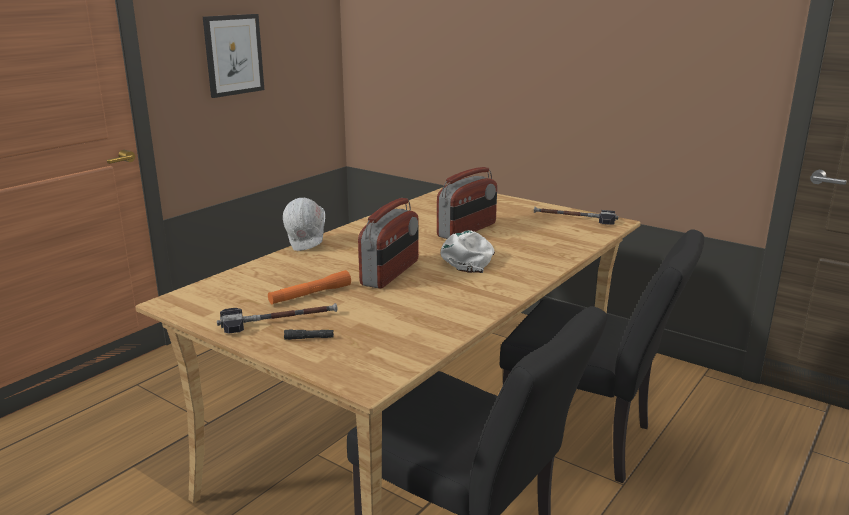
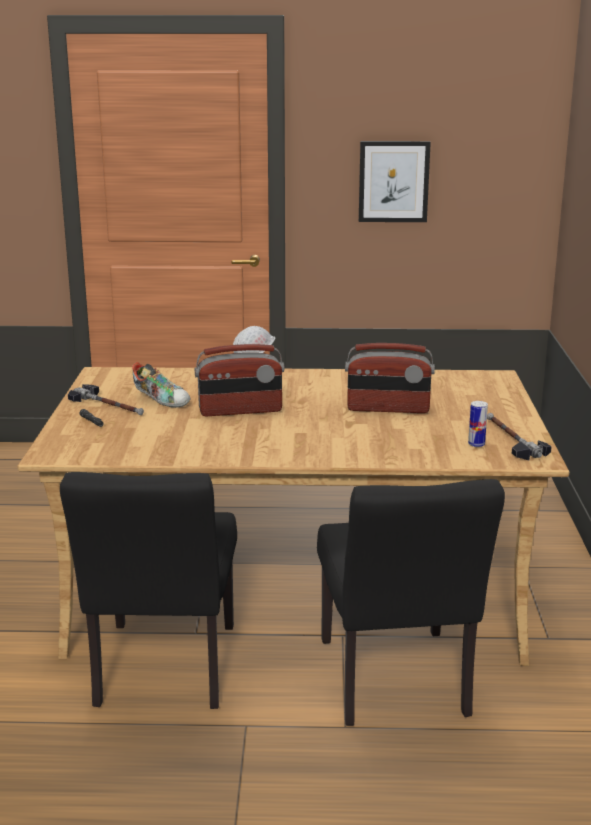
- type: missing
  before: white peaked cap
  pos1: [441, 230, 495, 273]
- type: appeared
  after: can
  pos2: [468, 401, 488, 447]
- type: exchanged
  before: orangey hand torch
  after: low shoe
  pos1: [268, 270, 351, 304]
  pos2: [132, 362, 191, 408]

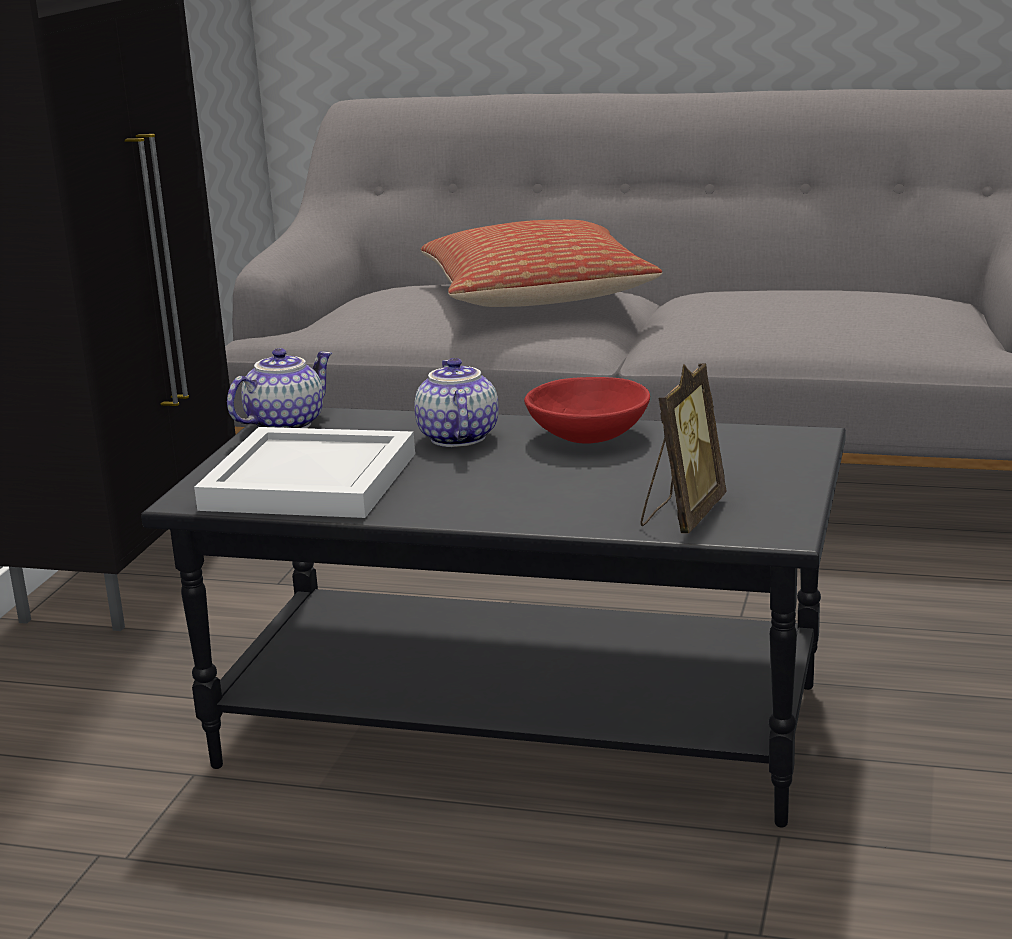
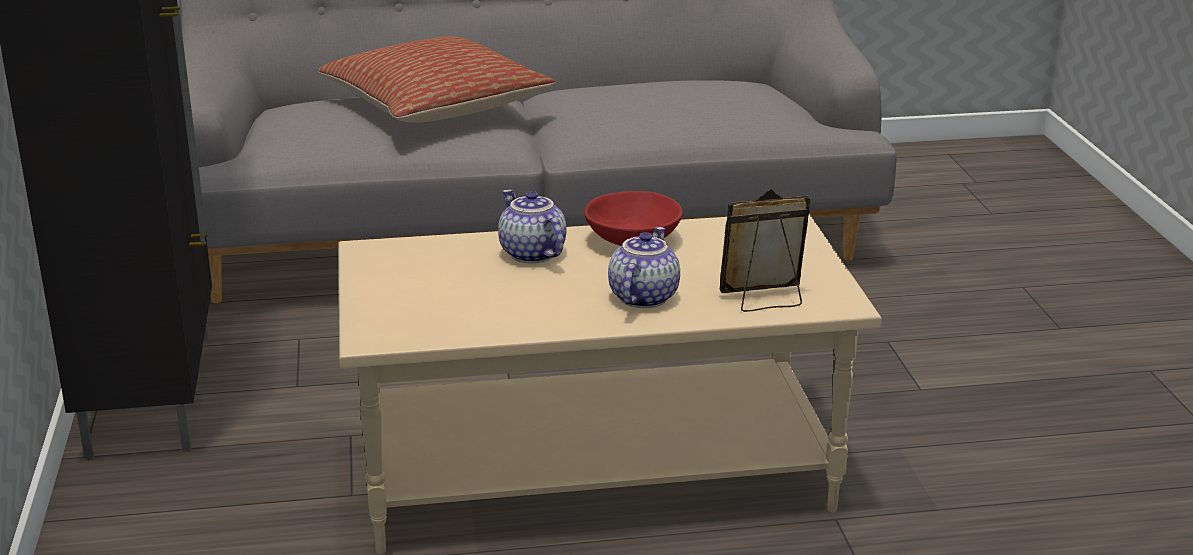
- type: missing
  before: white carrying tray
  pos1: [194, 427, 415, 518]
- type: relocated
  before: teapot
  pos1: [227, 348, 332, 428]
  pos2: [608, 227, 680, 308]
- type: colour
  before: blackish coffee table
  after: beige-coloured coffee table
  pos1: [141, 407, 846, 828]
  pos2: [339, 214, 882, 554]
- type: spun
  before: picture frame
  pos1: [640, 363, 726, 533]
  pos2: [719, 189, 811, 312]
  turn: -105

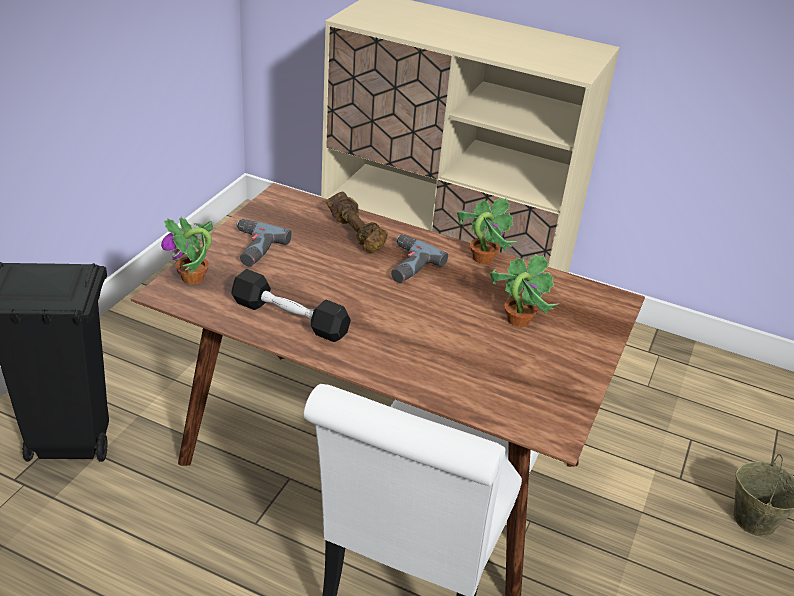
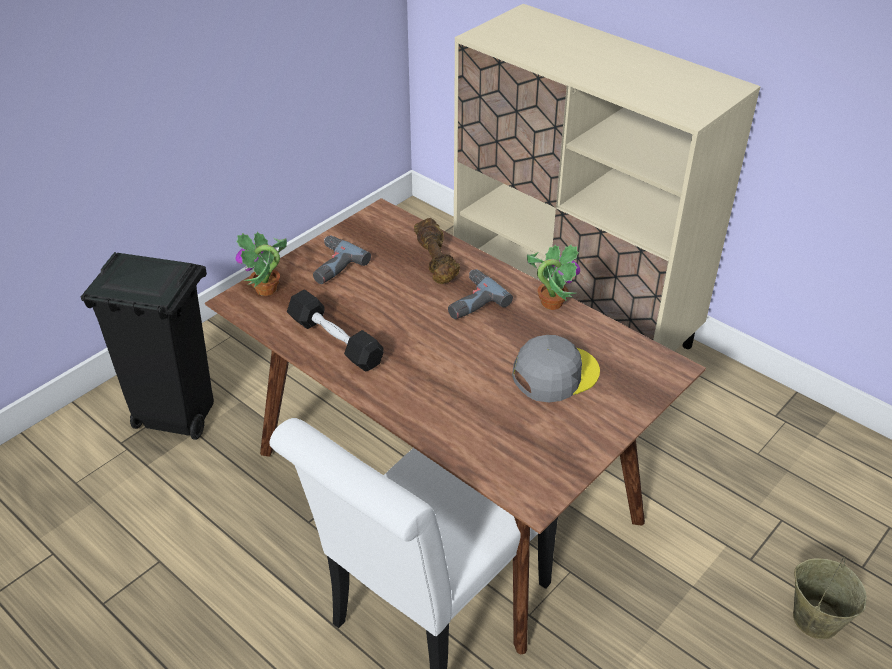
- type: exchanged
  before: plant in a pot
  after: greyish peaked cap
  pos1: [490, 255, 560, 327]
  pos2: [512, 335, 600, 402]

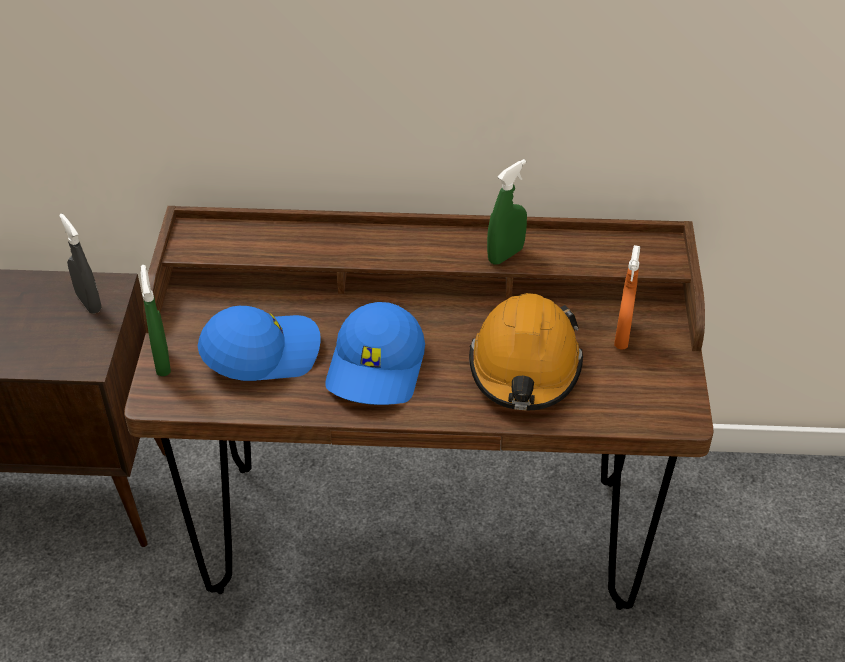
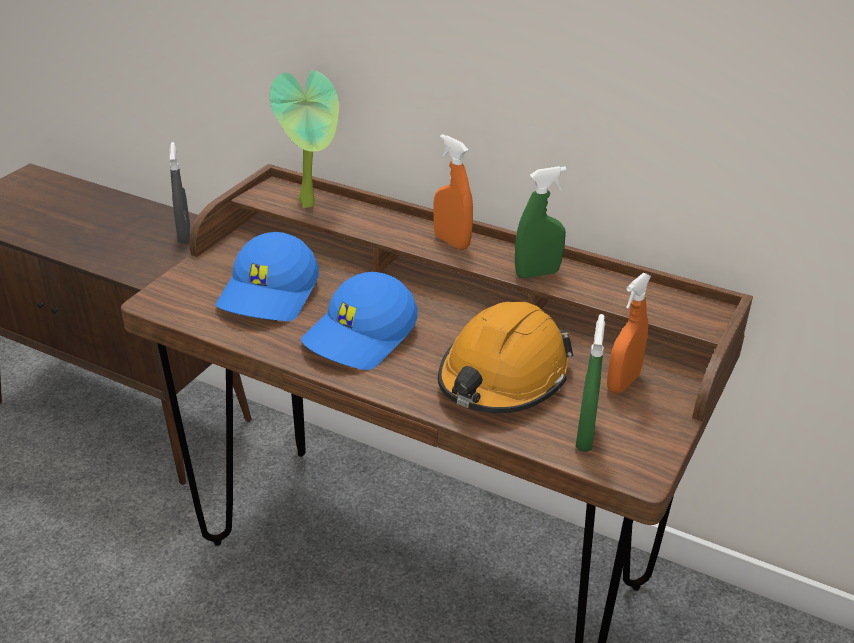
- type: appeared
  after: plant in a pot
  pos2: [270, 70, 339, 208]
- type: appeared
  after: orangey spray bottle
  pos2: [433, 134, 473, 250]
- type: relocated
  before: green spray bottle
  pos1: [141, 265, 171, 376]
  pos2: [575, 314, 605, 452]
- type: spun
  before: bluish peaked cap
  pos1: [198, 306, 321, 381]
  pos2: [215, 232, 319, 321]
  turn: 105

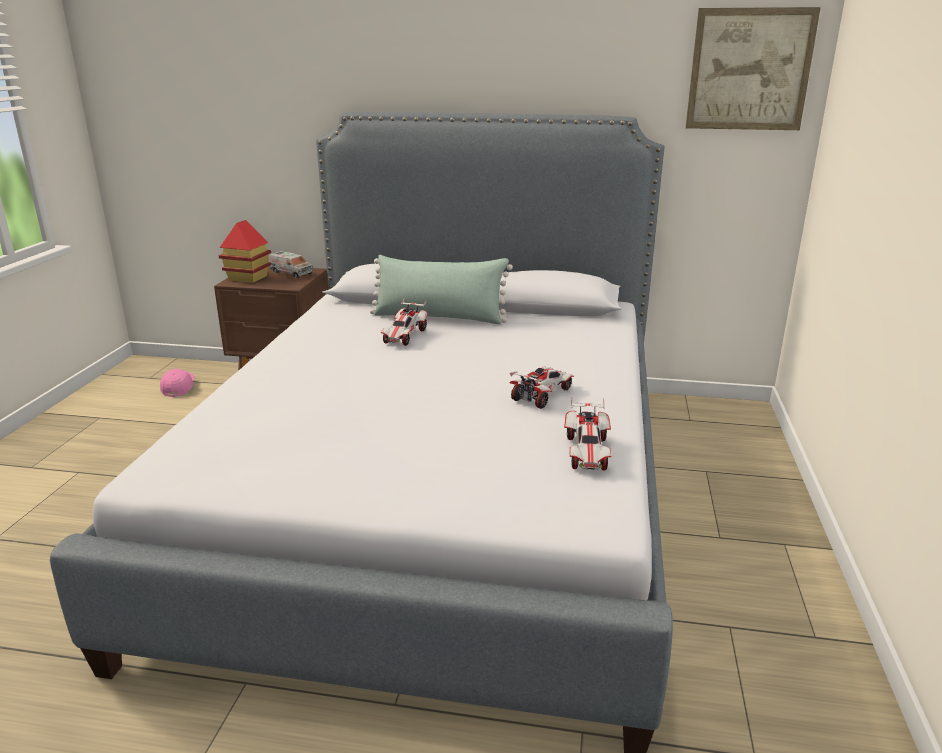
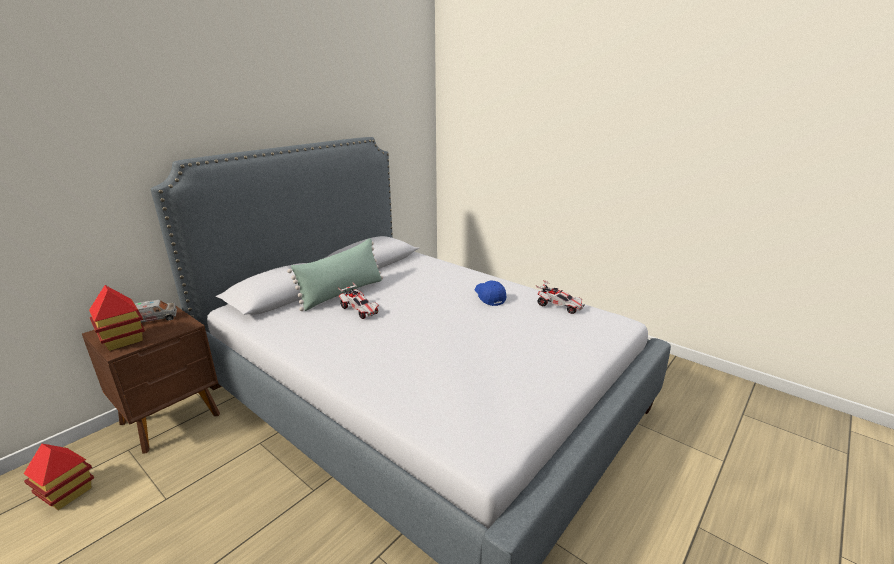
- type: missing
  before: wall art
  pos1: [685, 7, 821, 130]
- type: exchanged
  before: pink-coloured peaked cap
  after: toy house
  pos1: [160, 369, 195, 397]
  pos2: [23, 444, 94, 510]
- type: exchanged
  before: model car
  after: bluish peaked cap
  pos1: [510, 367, 574, 409]
  pos2: [474, 281, 506, 306]

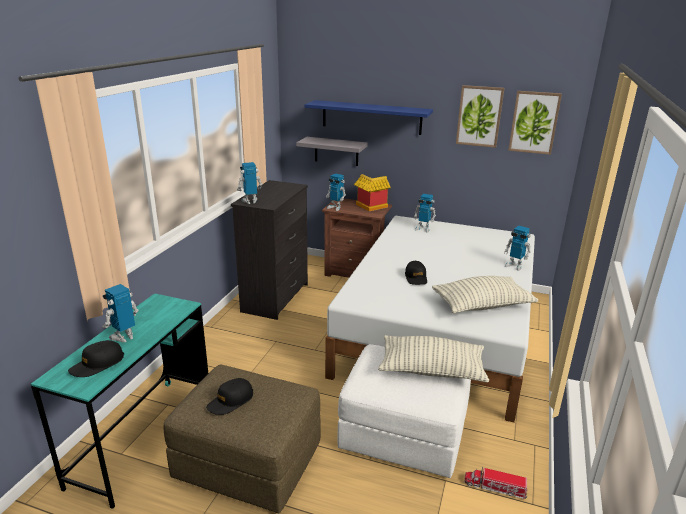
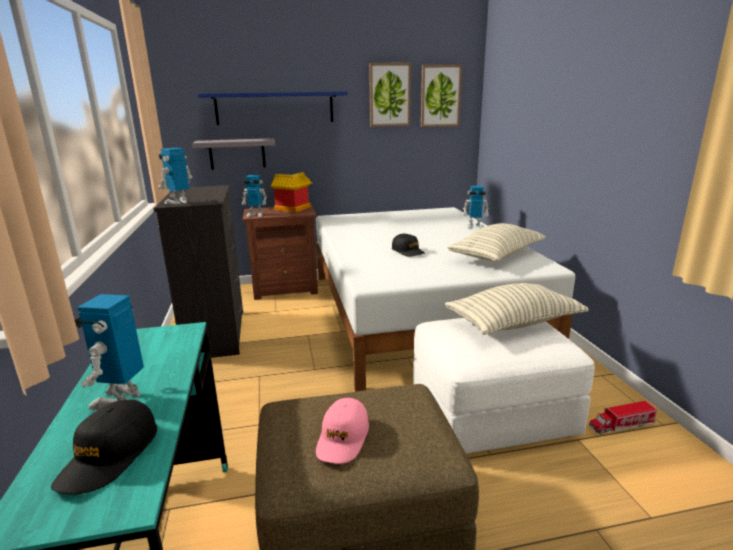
- type: missing
  before: toy robot
  pos1: [413, 194, 436, 233]
- type: colour
  before: blackish peaked cap
  after: pink-coloured peaked cap
  pos1: [206, 378, 253, 415]
  pos2: [316, 398, 369, 464]

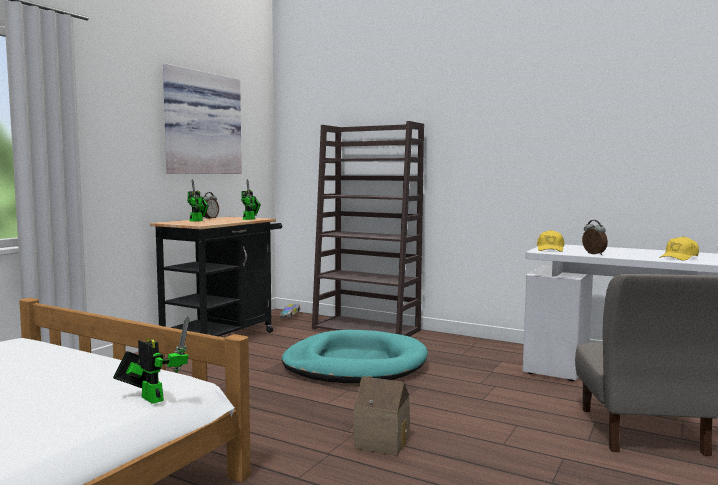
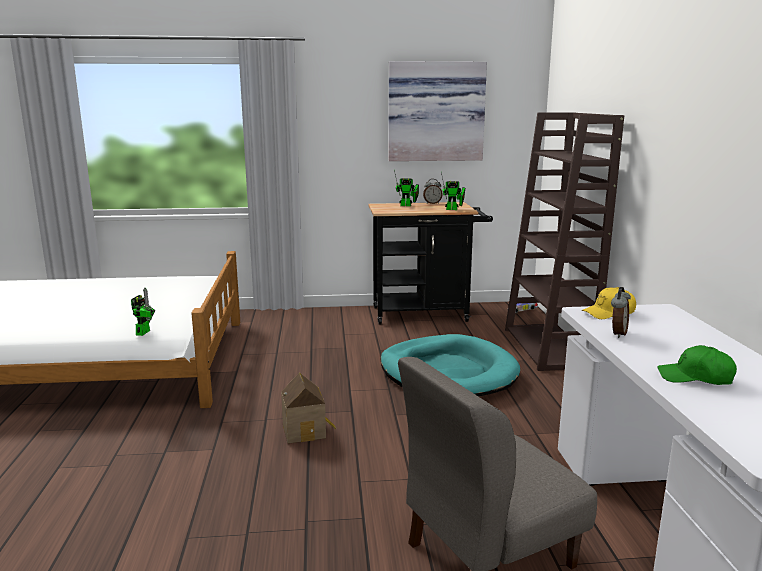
- type: colour
  before: yellowish peaked cap
  after: green peaked cap
  pos1: [659, 236, 699, 261]
  pos2: [658, 345, 737, 385]

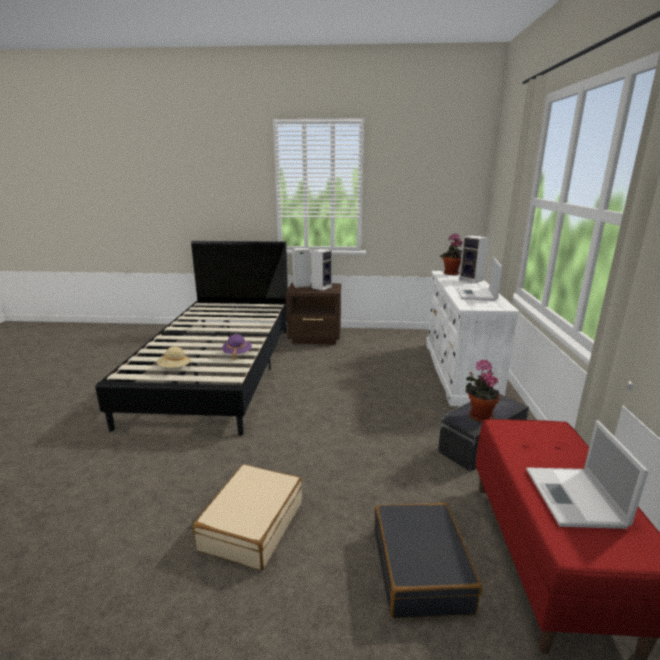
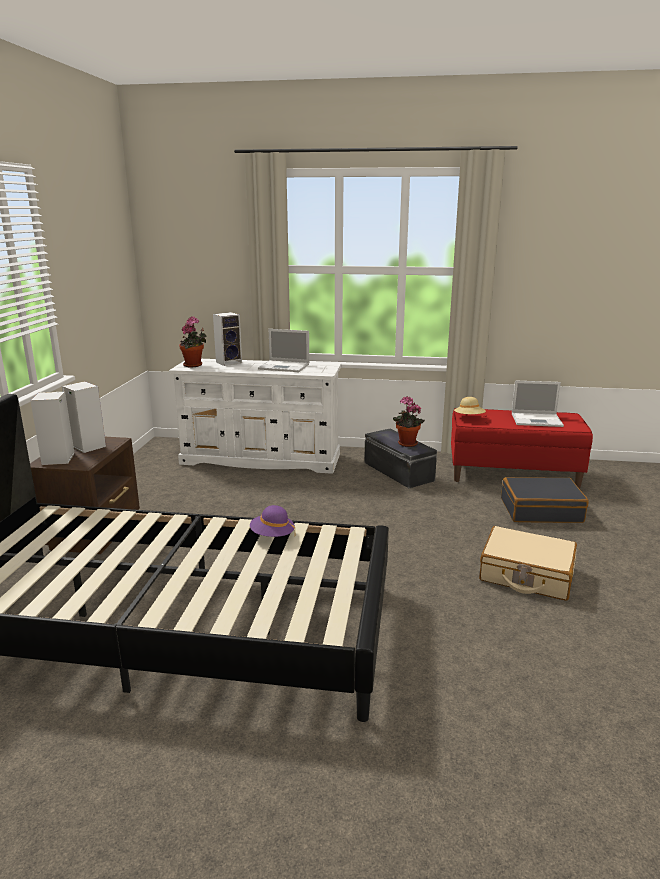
- type: relocated
  before: beige-coloured hat
  pos1: [157, 347, 191, 368]
  pos2: [454, 397, 486, 414]

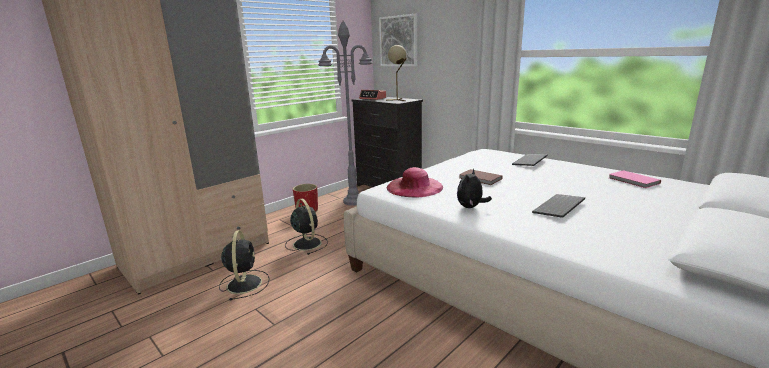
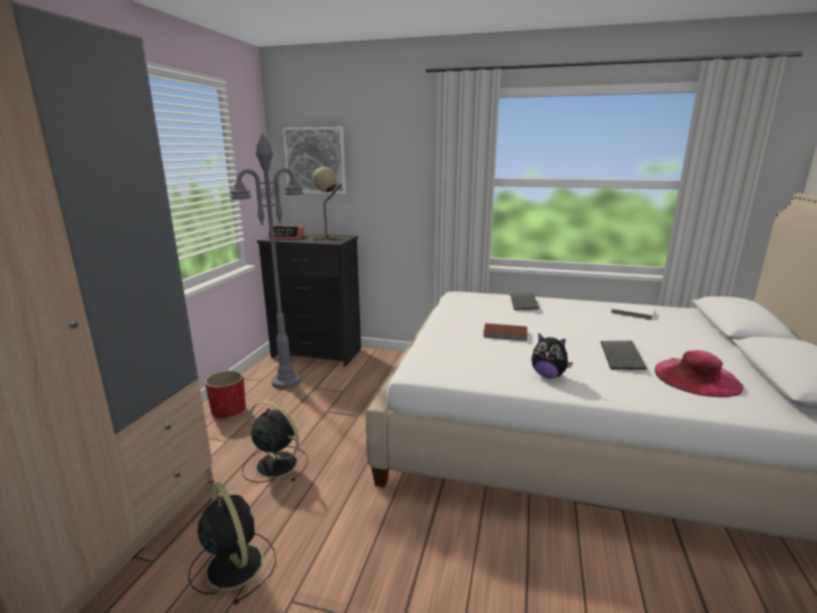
- type: relocated
  before: pink-coloured hat
  pos1: [386, 167, 443, 198]
  pos2: [655, 350, 744, 397]
- type: colour
  before: pink-coloured bound book
  after: white bound book
  pos1: [609, 170, 661, 188]
  pos2: [611, 303, 655, 320]
- type: spun
  before: plush toy
  pos1: [457, 169, 492, 208]
  pos2: [532, 333, 573, 378]
  turn: -60

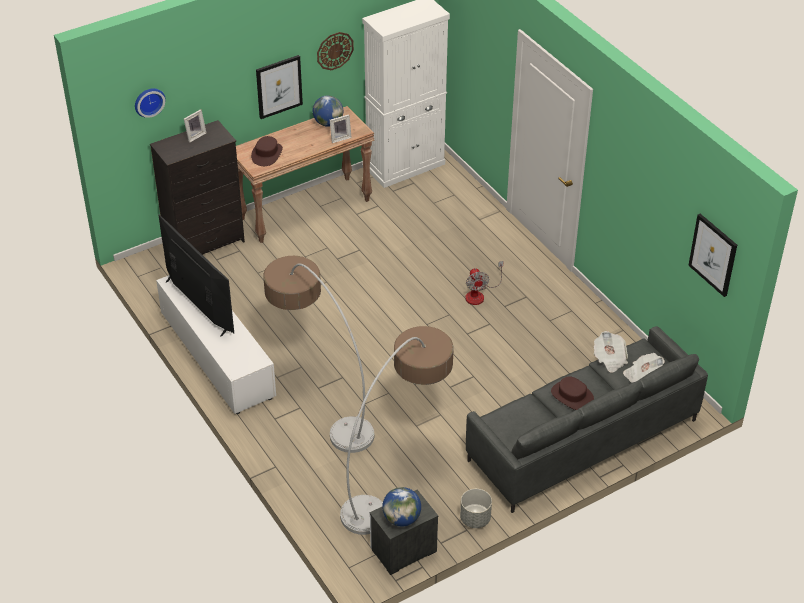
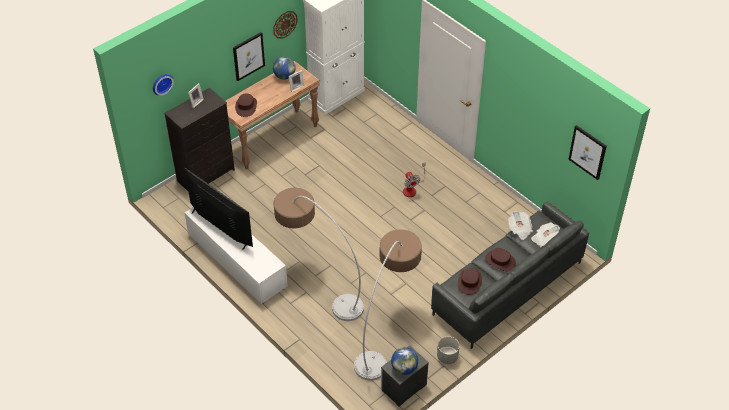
- type: appeared
  after: brown-coloured hat
  pos2: [458, 268, 482, 295]

